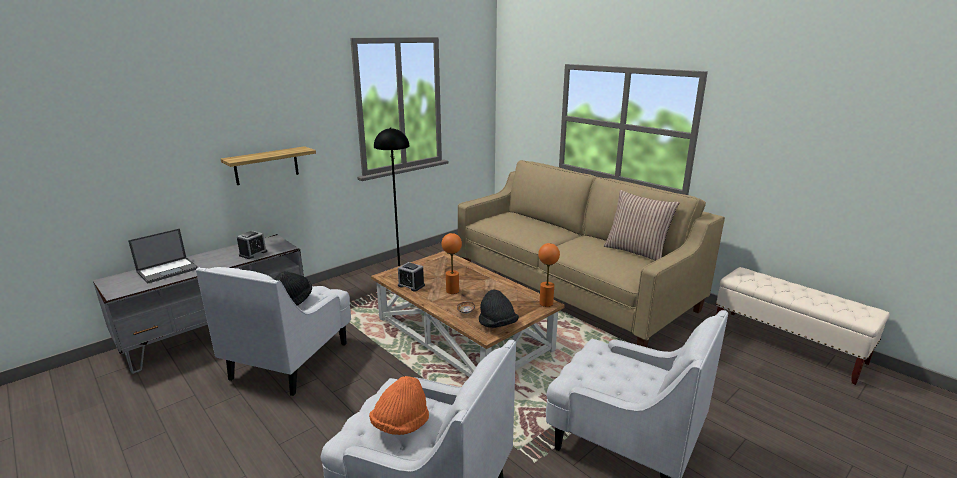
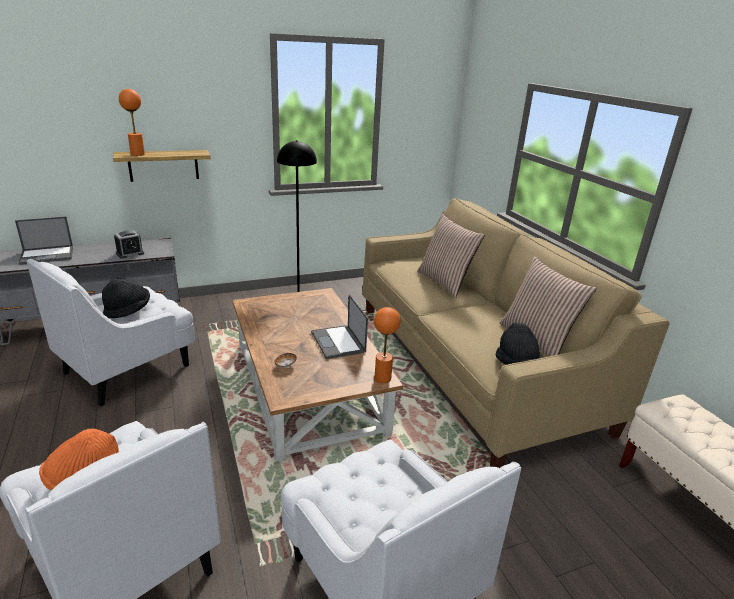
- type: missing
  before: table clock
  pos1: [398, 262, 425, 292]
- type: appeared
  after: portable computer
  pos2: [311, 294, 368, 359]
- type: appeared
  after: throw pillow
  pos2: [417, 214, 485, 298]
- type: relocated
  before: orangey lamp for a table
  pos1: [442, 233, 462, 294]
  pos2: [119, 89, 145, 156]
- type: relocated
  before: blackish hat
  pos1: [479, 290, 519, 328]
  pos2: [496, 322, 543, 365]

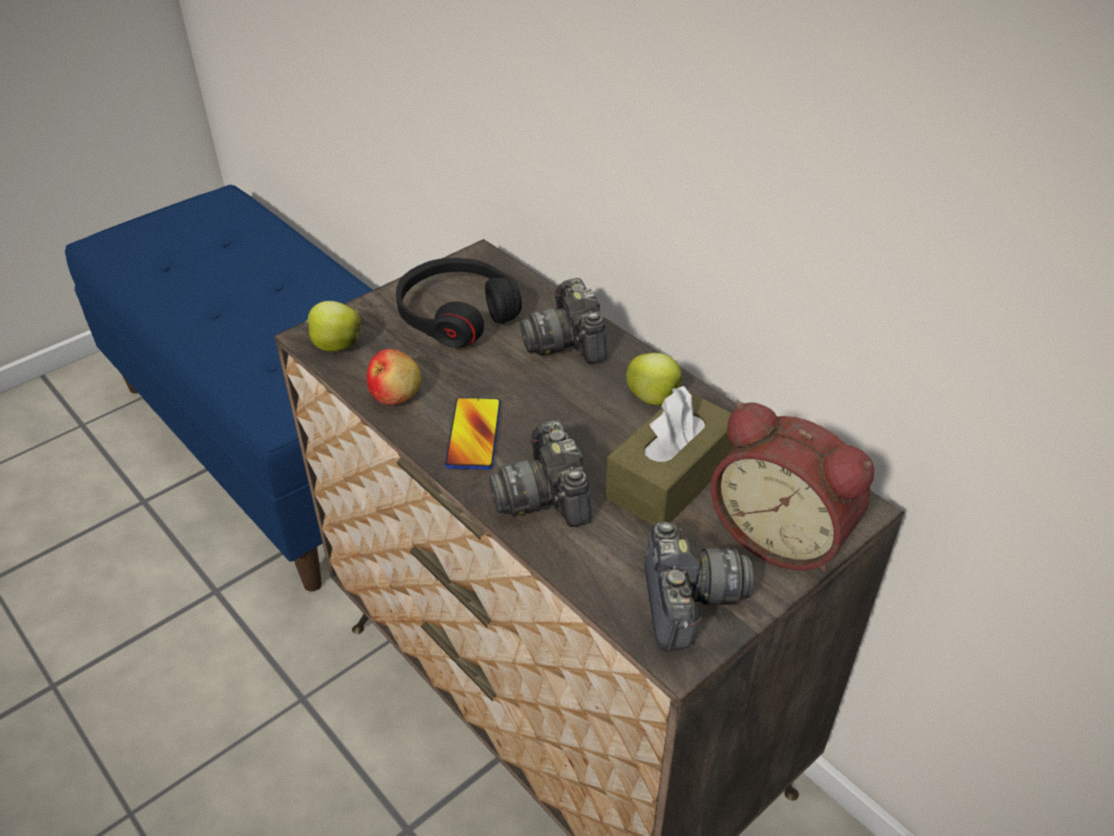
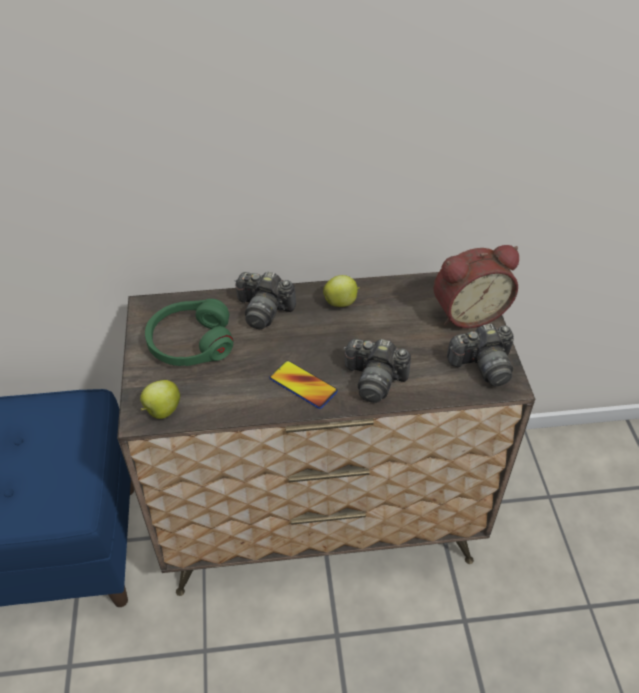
- type: missing
  before: apple
  pos1: [367, 349, 421, 405]
- type: missing
  before: brown-coloured tissue box
  pos1: [605, 386, 734, 526]
- type: colour
  before: blackish pair of headphones
  after: green pair of headphones
  pos1: [396, 258, 522, 348]
  pos2: [145, 299, 233, 366]
- type: spun
  before: photo camera
  pos1: [644, 521, 754, 651]
  pos2: [447, 324, 514, 387]
  turn: 135

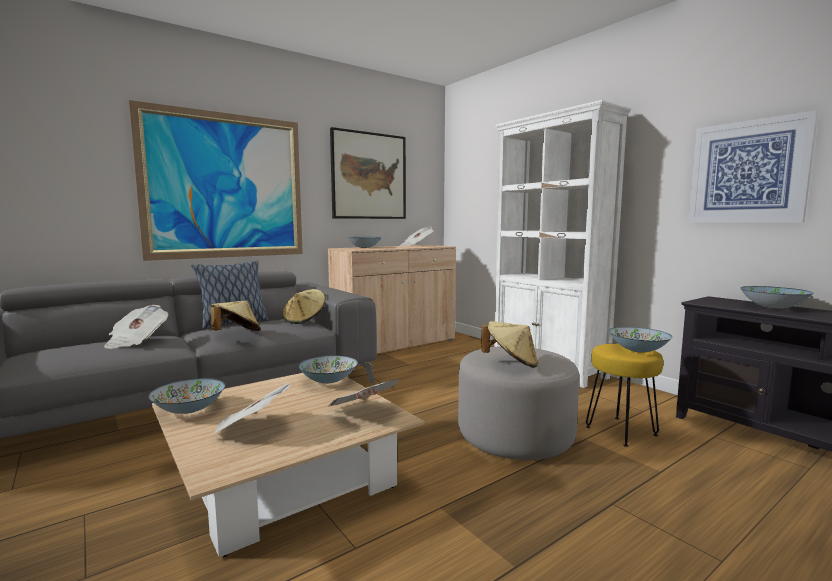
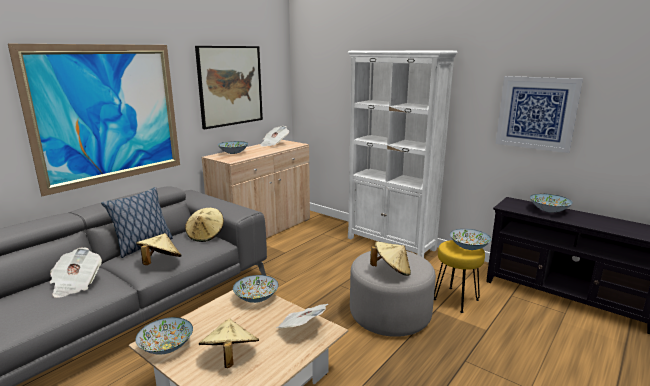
- type: exchanged
  before: daily paper
  after: beige-coloured hat
  pos1: [212, 383, 291, 435]
  pos2: [199, 319, 259, 368]

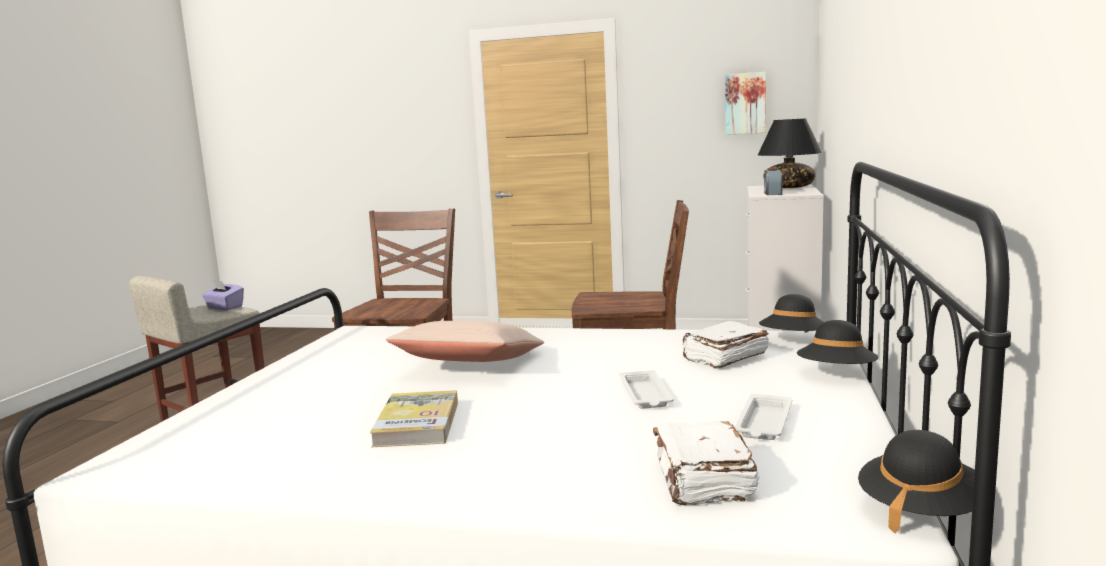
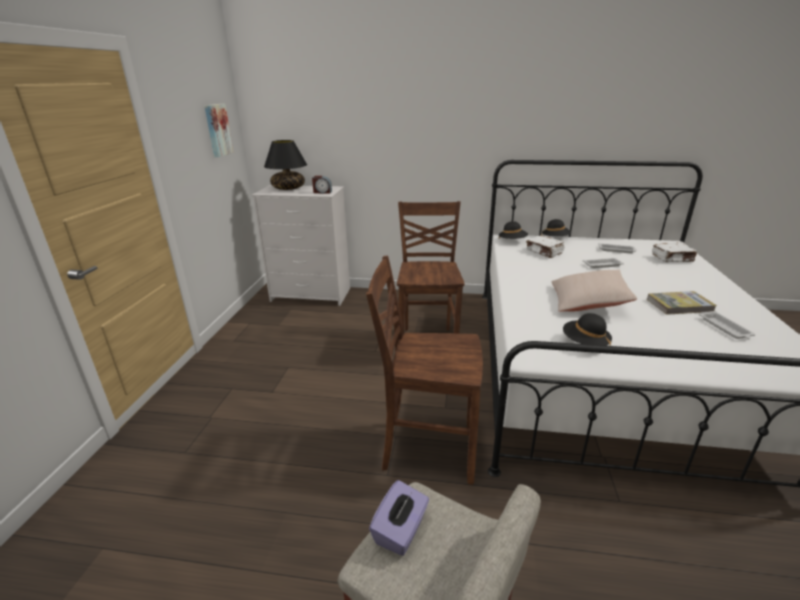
- type: appeared
  after: white carrying tray
  pos2: [699, 311, 756, 339]
- type: relocated
  before: blackish hat
  pos1: [858, 430, 975, 534]
  pos2: [563, 313, 612, 346]

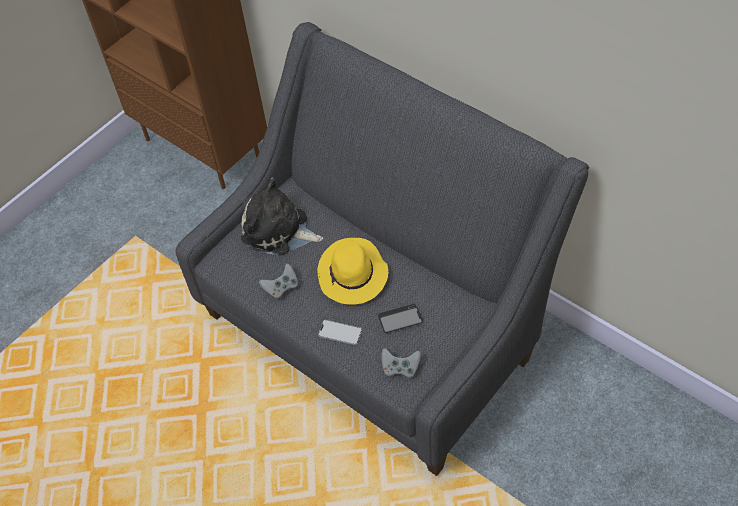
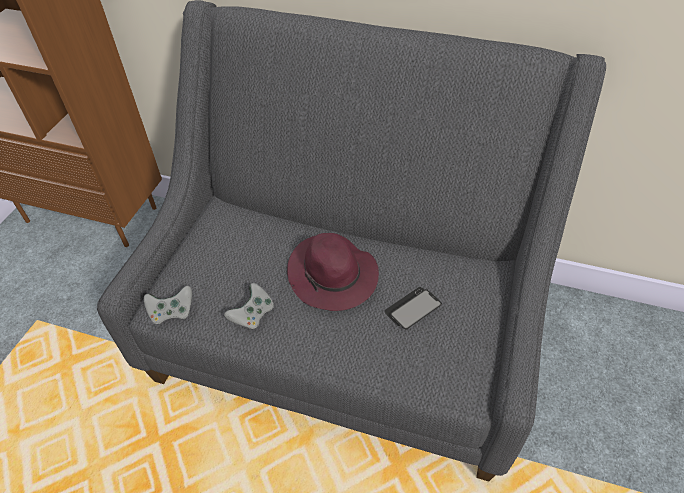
- type: missing
  before: plush toy
  pos1: [241, 177, 323, 256]
- type: missing
  before: phone
  pos1: [318, 320, 362, 345]
- type: relocated
  before: greyish game controller
  pos1: [381, 348, 421, 378]
  pos2: [144, 286, 192, 324]
- type: colour
  before: yellowish hat
  after: purplish hat
  pos1: [317, 238, 389, 305]
  pos2: [287, 233, 379, 311]

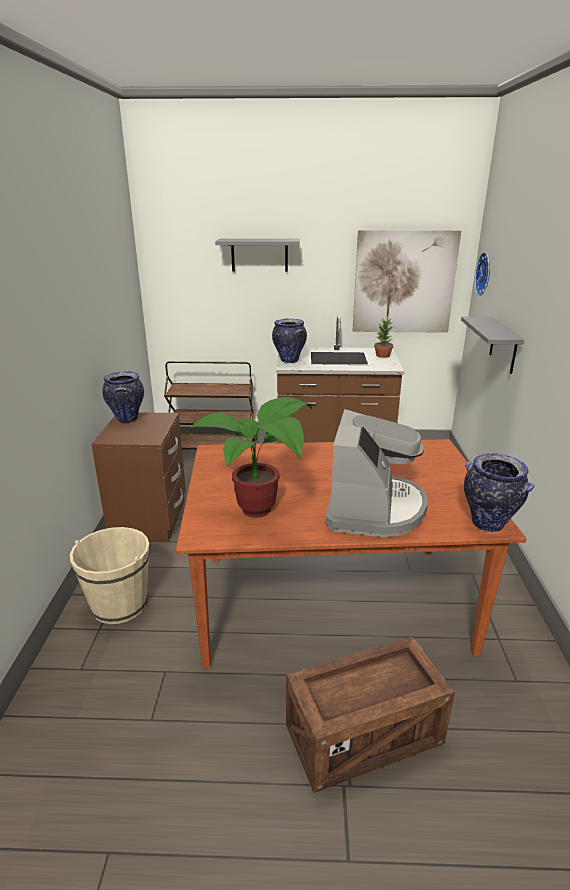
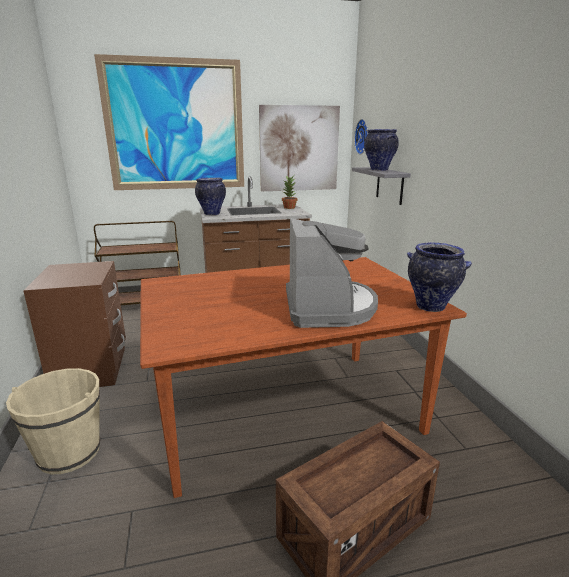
- type: missing
  before: plant in a pot
  pos1: [187, 397, 312, 518]
- type: relocated
  before: vase
  pos1: [102, 371, 144, 423]
  pos2: [364, 129, 399, 171]
- type: exchanged
  before: greyish wall shelf
  after: wall art
  pos1: [215, 239, 300, 272]
  pos2: [94, 54, 244, 190]

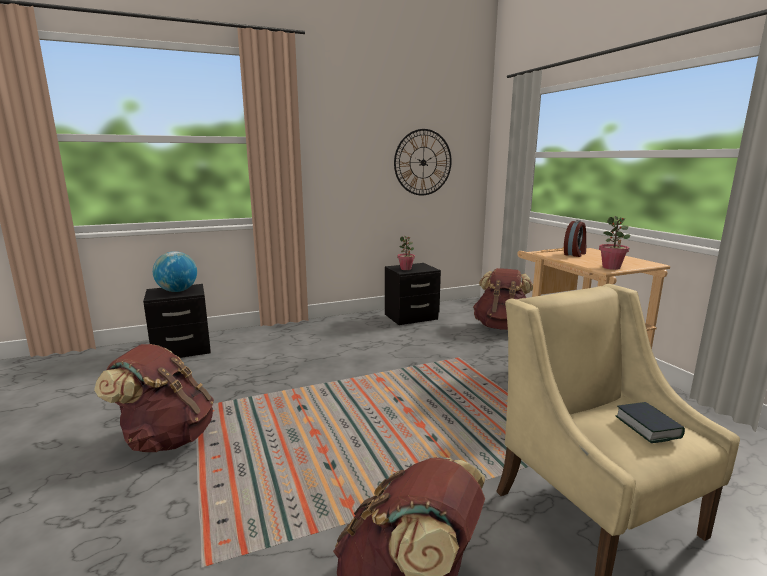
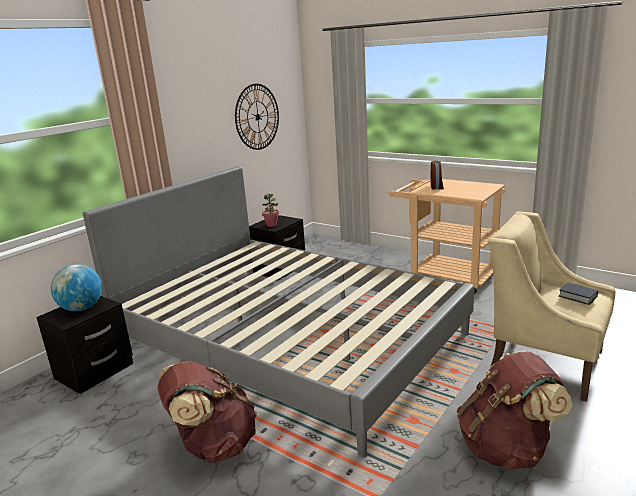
- type: missing
  before: brown-coloured knapsack
  pos1: [473, 268, 533, 330]
- type: missing
  before: plant in a pot
  pos1: [599, 216, 631, 270]
- type: appeared
  after: greyish sleeping bed
  pos2: [83, 166, 474, 457]

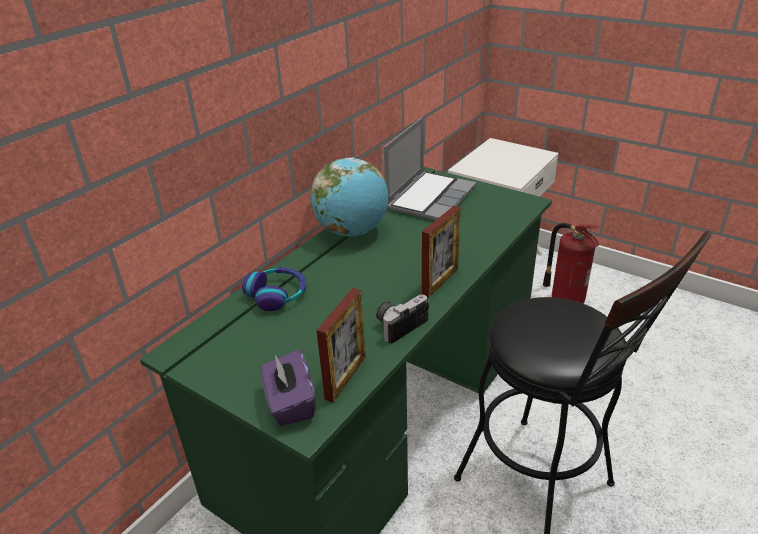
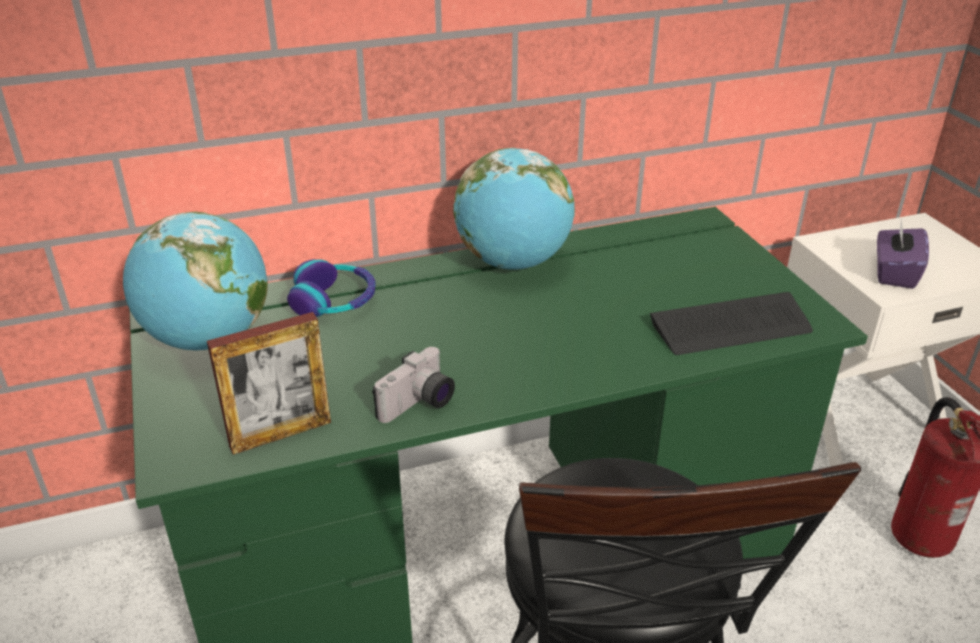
- type: missing
  before: portable computer
  pos1: [384, 117, 476, 221]
- type: missing
  before: picture frame
  pos1: [422, 206, 461, 298]
- type: appeared
  after: world globe
  pos2: [123, 212, 268, 351]
- type: appeared
  after: keyboard
  pos2: [650, 292, 813, 355]
- type: relocated
  before: purplish tissue box
  pos1: [261, 350, 316, 426]
  pos2: [877, 218, 929, 289]
- type: spun
  before: photo camera
  pos1: [376, 295, 429, 344]
  pos2: [372, 347, 455, 423]
  turn: 135

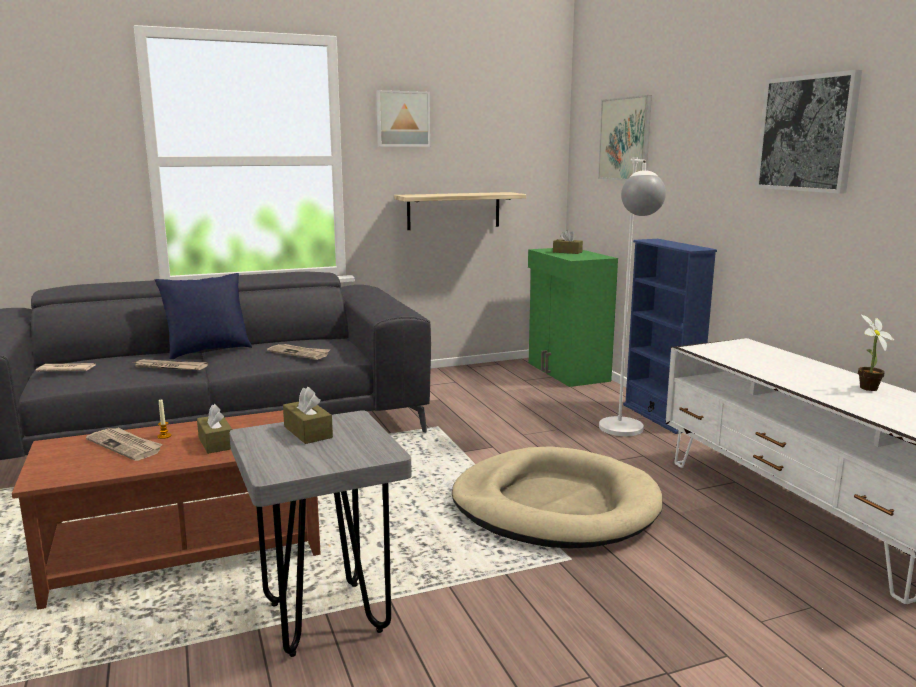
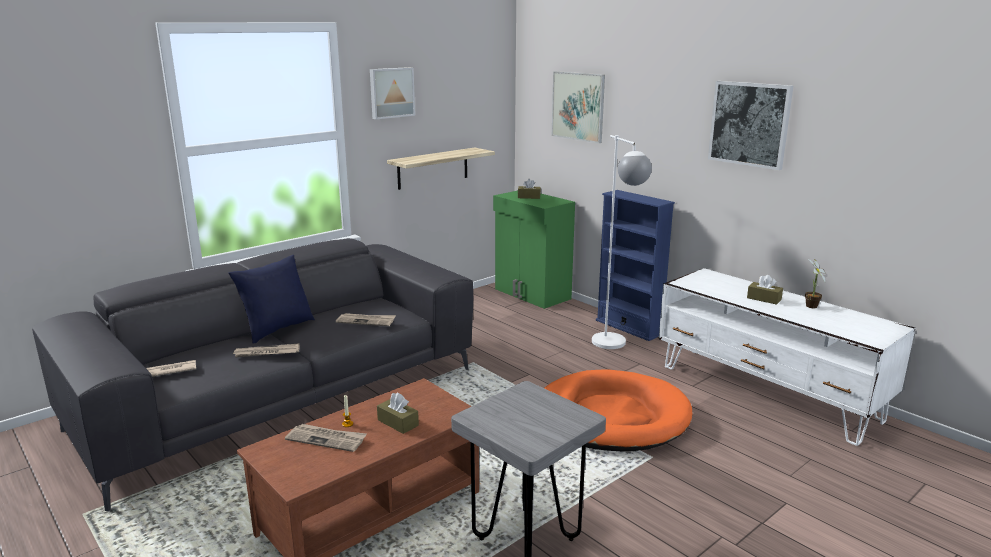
- type: relocated
  before: brown-coloured tissue box
  pos1: [283, 387, 333, 444]
  pos2: [747, 275, 783, 305]
- type: colour
  before: beige-coloured dog bed
  after: orangey dog bed
  pos1: [452, 446, 663, 548]
  pos2: [544, 369, 692, 451]

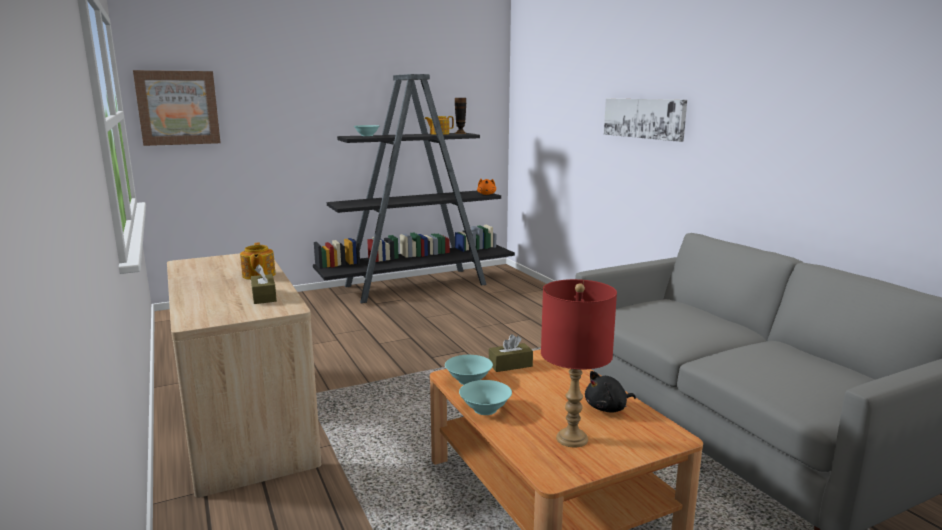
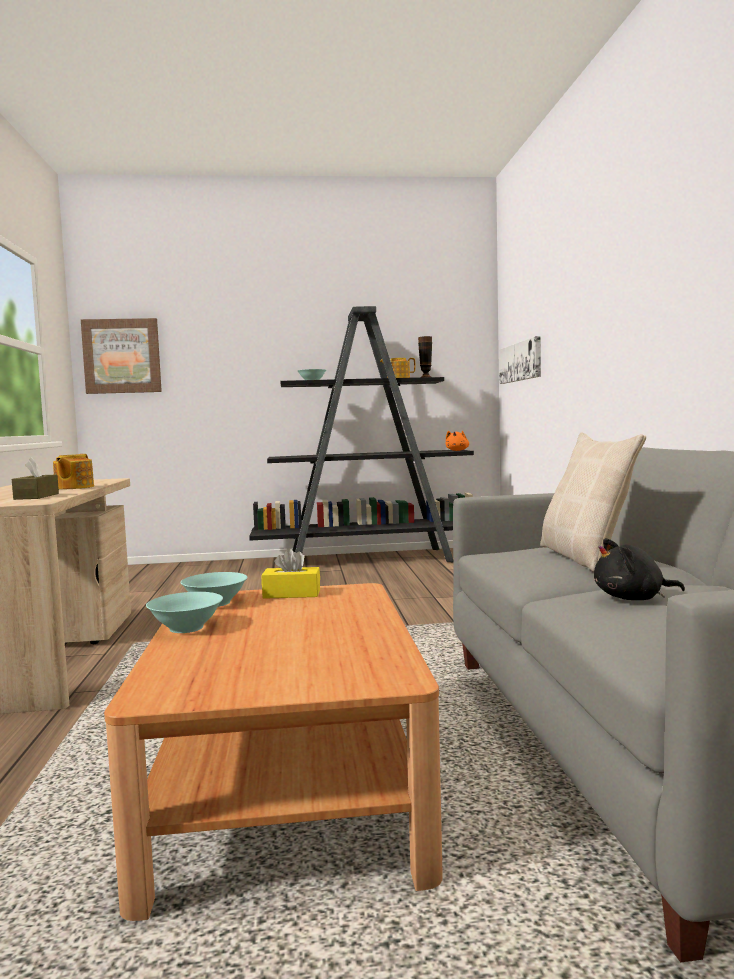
- type: missing
  before: red lamp for a table
  pos1: [541, 279, 617, 448]
- type: appeared
  after: beige-coloured throw pillow
  pos2: [540, 432, 646, 572]
- type: relocated
  before: blackish plush toy
  pos1: [585, 371, 636, 413]
  pos2: [594, 538, 685, 600]
- type: relocated
  before: wall art
  pos1: [604, 99, 687, 142]
  pos2: [499, 336, 541, 384]
- type: colour
  before: brown-coloured tissue box
  after: yellowish tissue box
  pos1: [489, 334, 533, 372]
  pos2: [261, 548, 320, 599]

